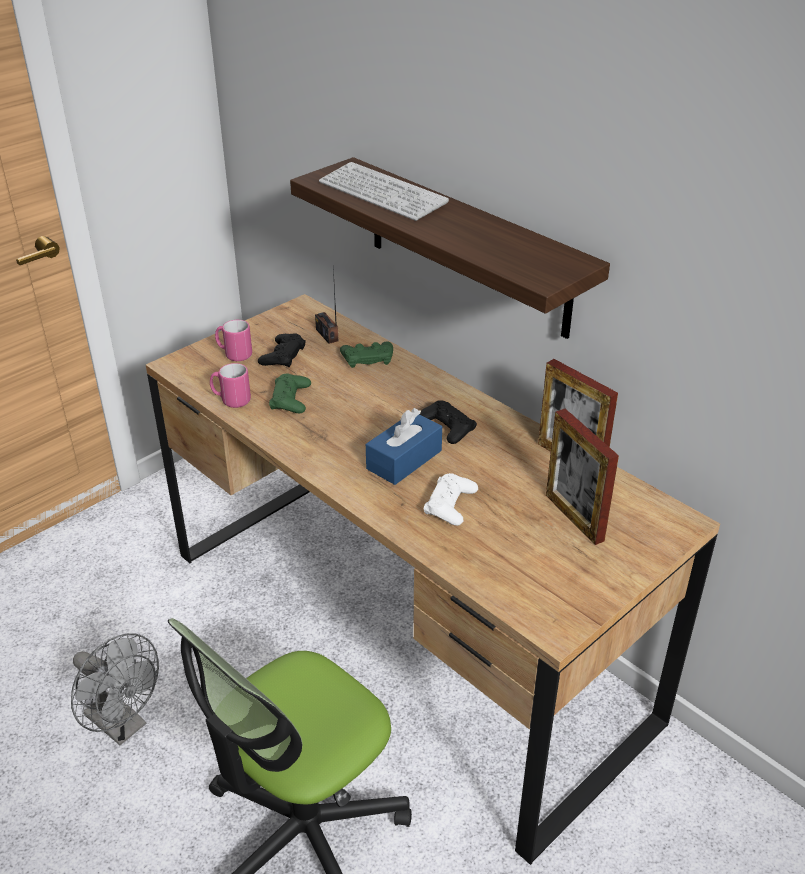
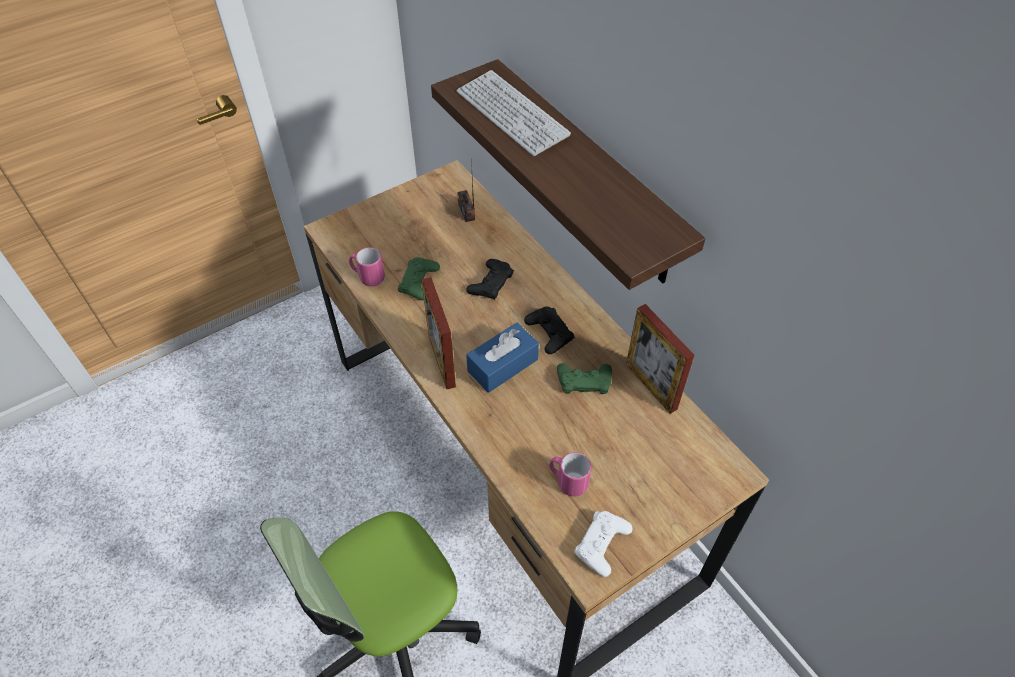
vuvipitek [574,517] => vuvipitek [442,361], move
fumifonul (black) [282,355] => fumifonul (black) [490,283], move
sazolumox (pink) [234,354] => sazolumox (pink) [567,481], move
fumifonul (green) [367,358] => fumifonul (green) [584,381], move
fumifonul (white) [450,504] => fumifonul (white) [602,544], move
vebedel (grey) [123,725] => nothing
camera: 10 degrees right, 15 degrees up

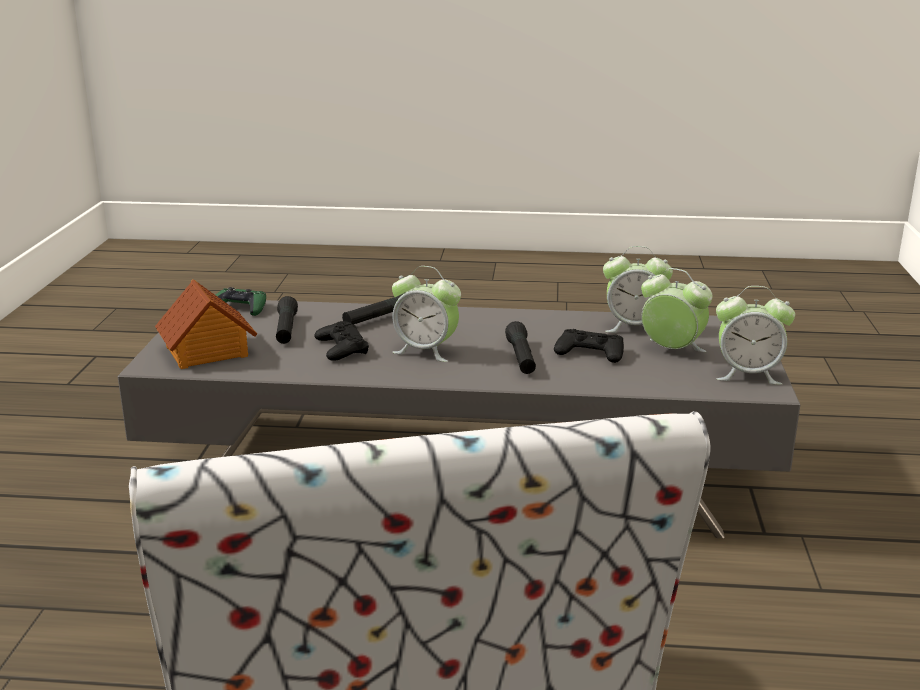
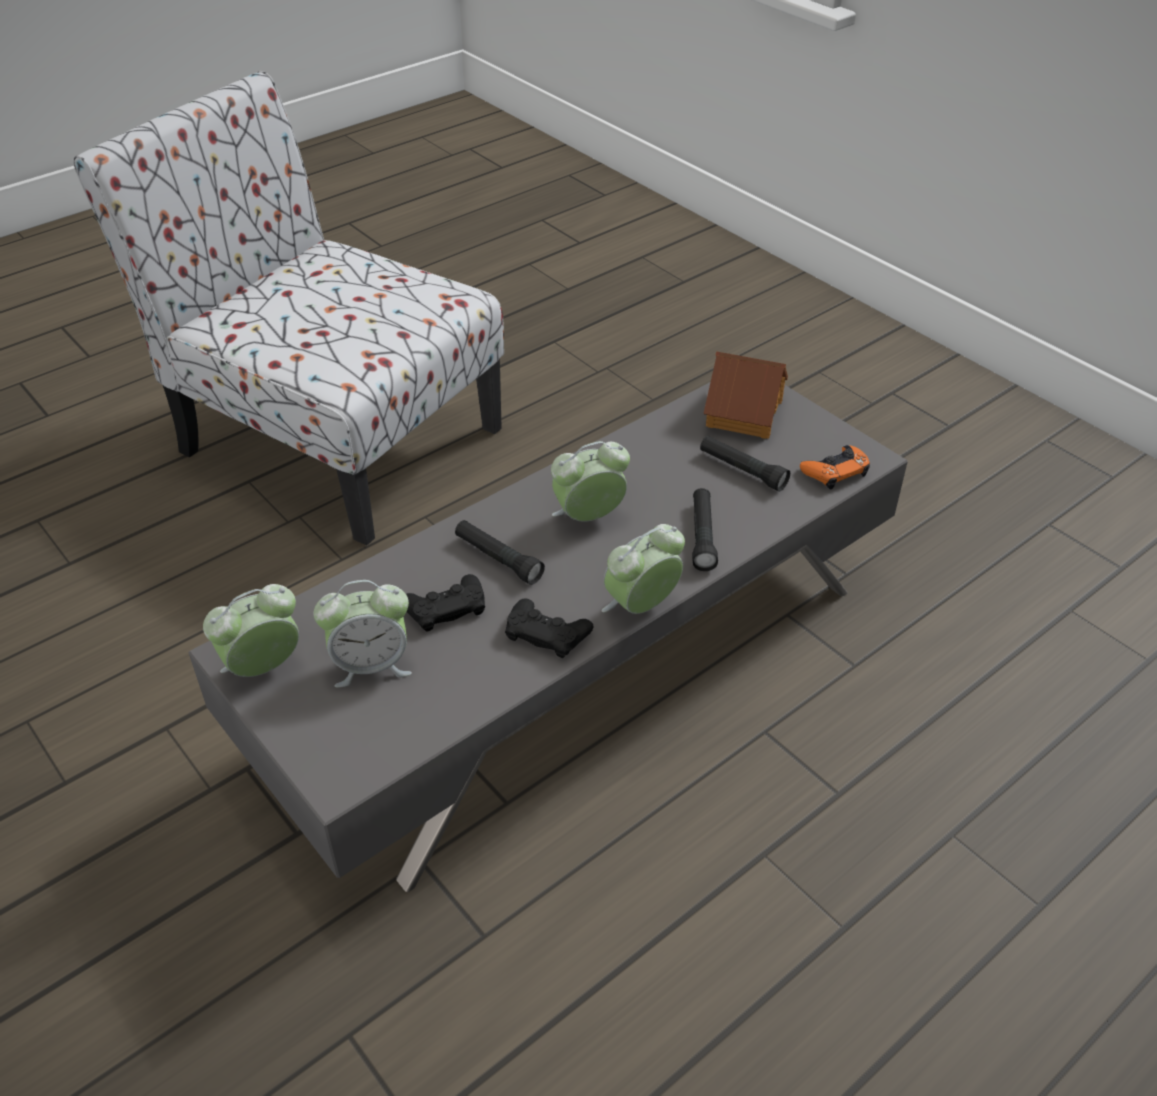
fumifonul (black) [341,348] => fumifonul (black) [547,633], move
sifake [633,327] => sifake [641,606], move
fumifonul (green) [240,308] => fumifonul (orange) [835,471]
camera: 135 degrees right, 20 degrees up

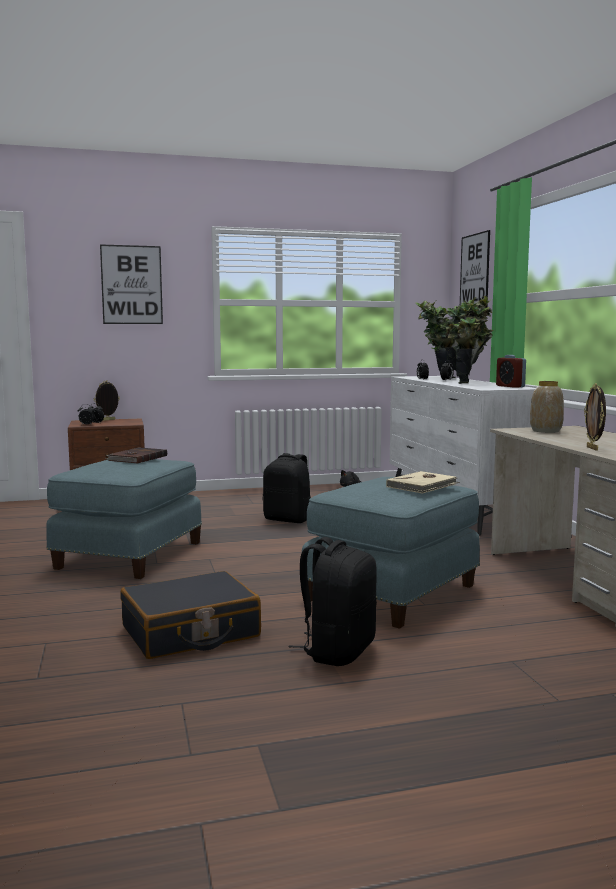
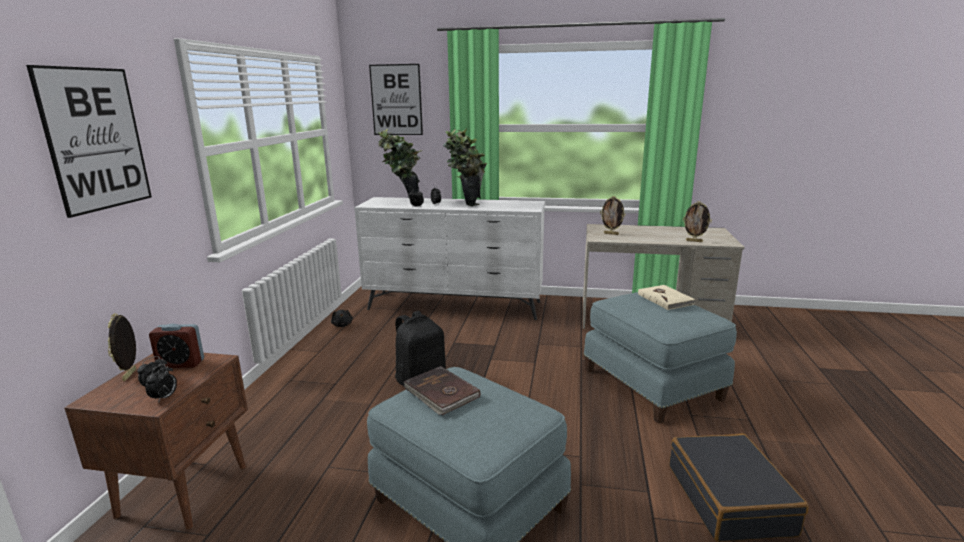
sifake [510,386] => sifake [181,363], move
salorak [546,431] => vuvipitek [611,234]
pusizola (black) [337,651] => nothing
camera: 65 degrees left, 10 degrees up

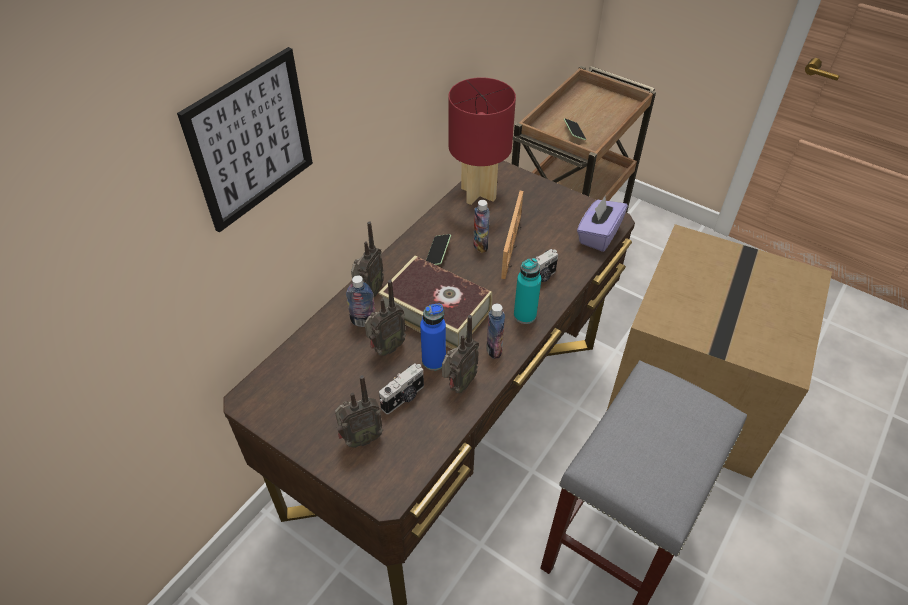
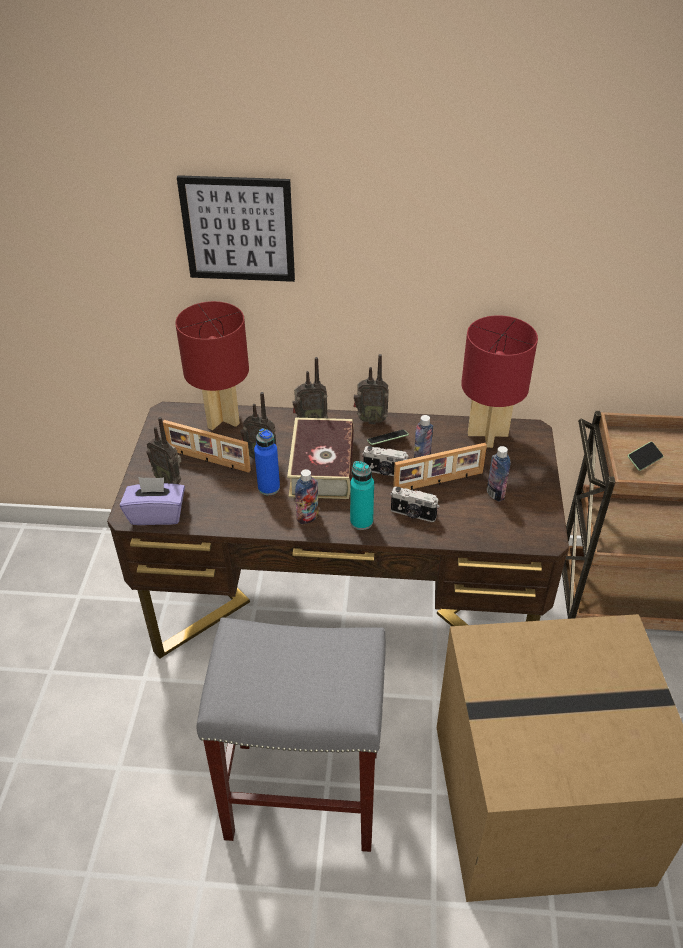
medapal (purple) [598,235] => medapal (purple) [157,514], move
nothing => vuvipitek [207,460]
nothing => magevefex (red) [222,418]
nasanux [458,384] => nasanux [370,419], move
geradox [404,398] => geradox [384,472], move
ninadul [363,321] => ninadul [495,494], move
camera: 60 degrees right, 5 degrees down

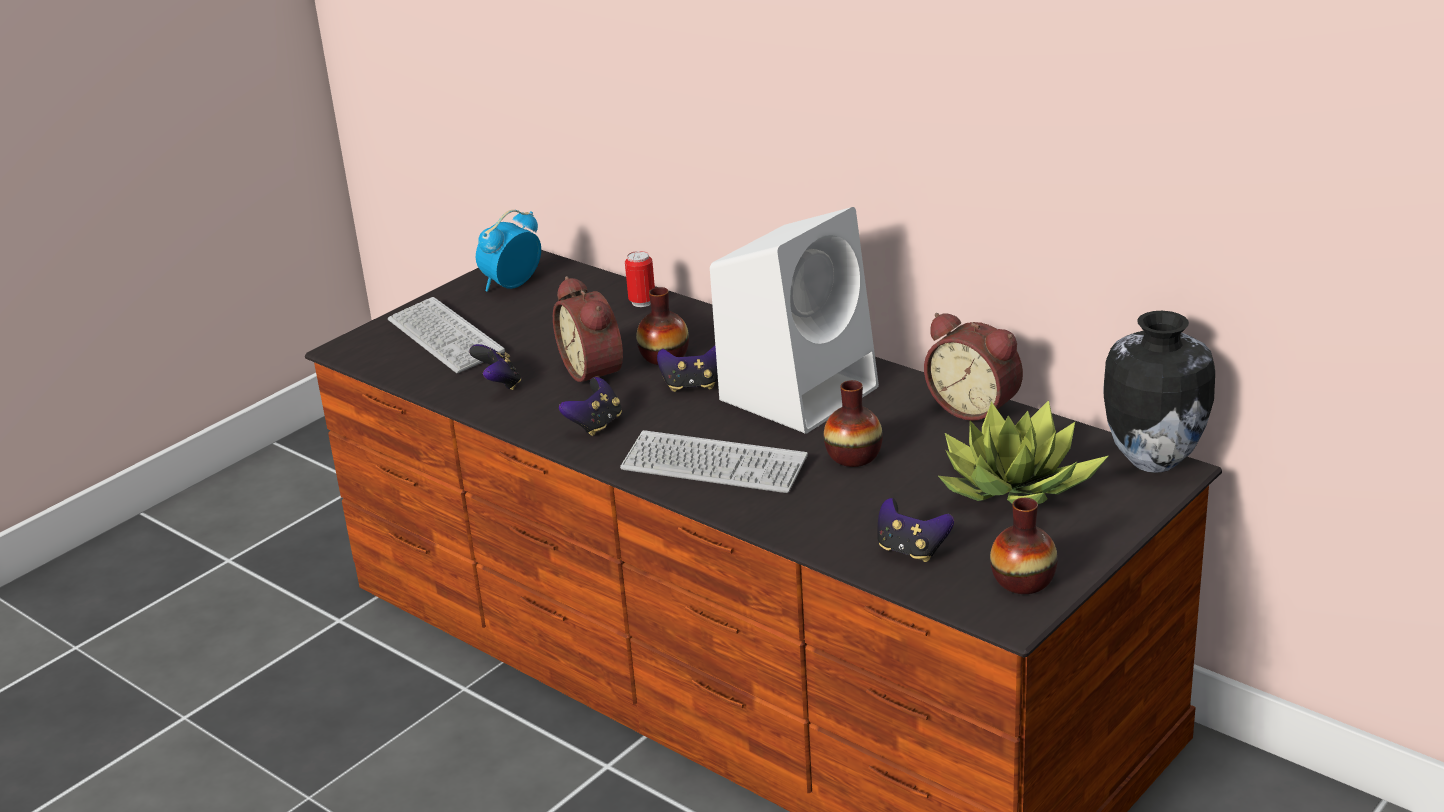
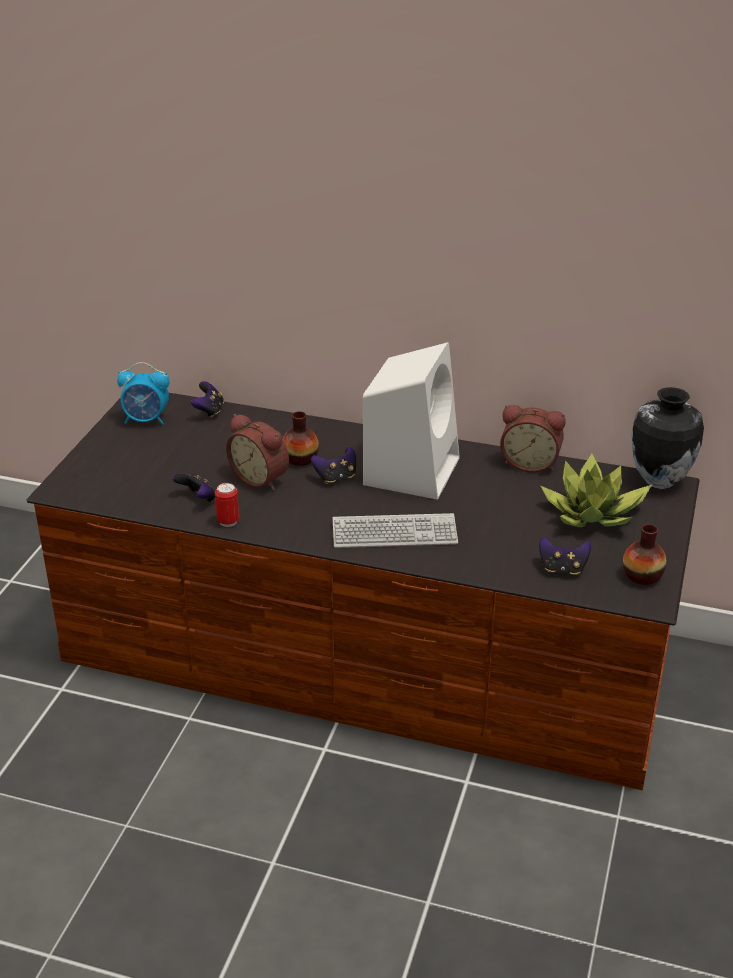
sifake [511,285] => sifake [146,420], 105 degrees counterclockwise
fumifonul [595,425] => fumifonul [209,411], move
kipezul [642,302] => kipezul [228,521], move
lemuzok [445,338] => nothing
salorak [853,456] => nothing
camera: 25 degrees left, 5 degrees up

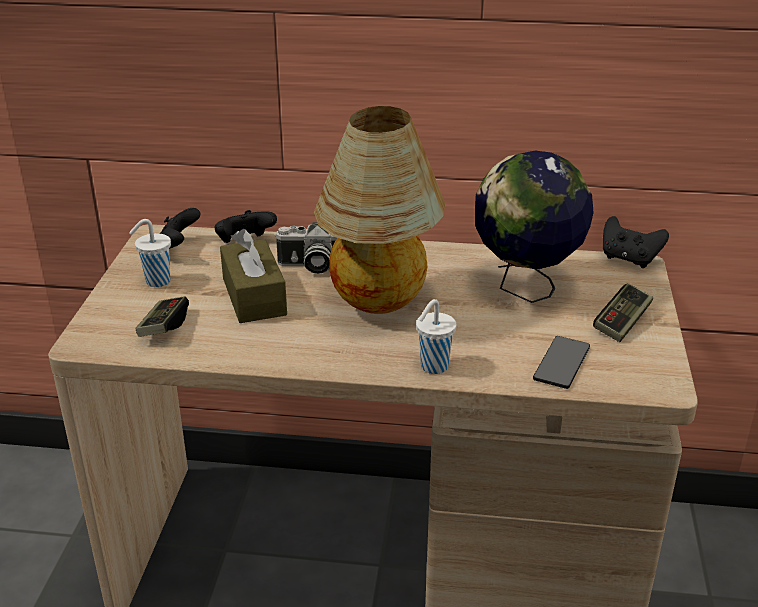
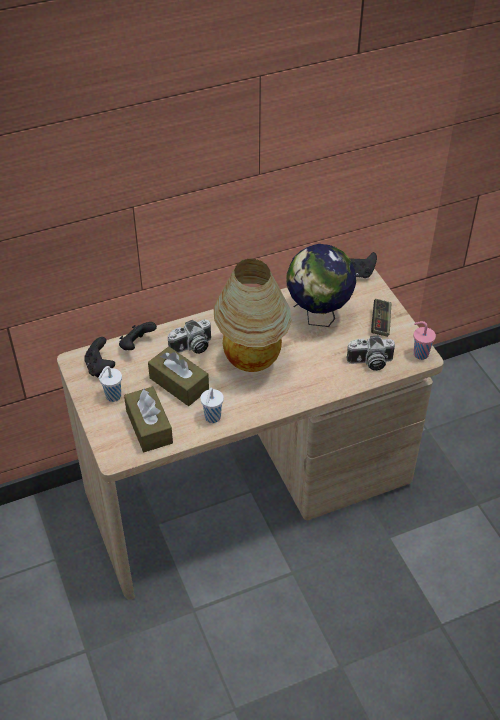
fumifonul [164,327] => medapal (brown) [149,427]
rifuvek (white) [433,367] => rifuvek (white) [212,418], move
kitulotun [561,363] => geradox [370,362]
nothing => rifuvek (pink) [420,354]
camera: 30 degrees left, 15 degrees up

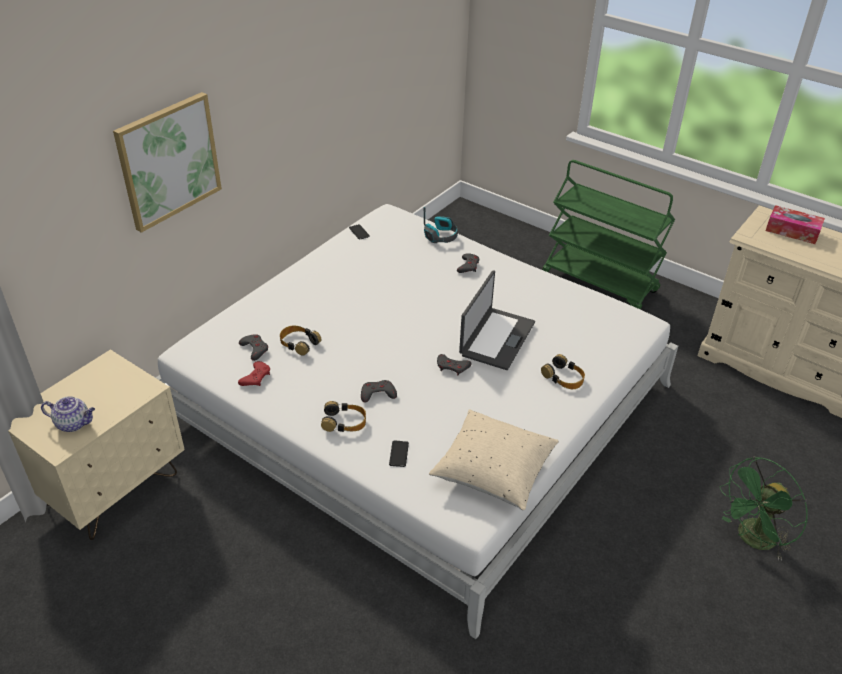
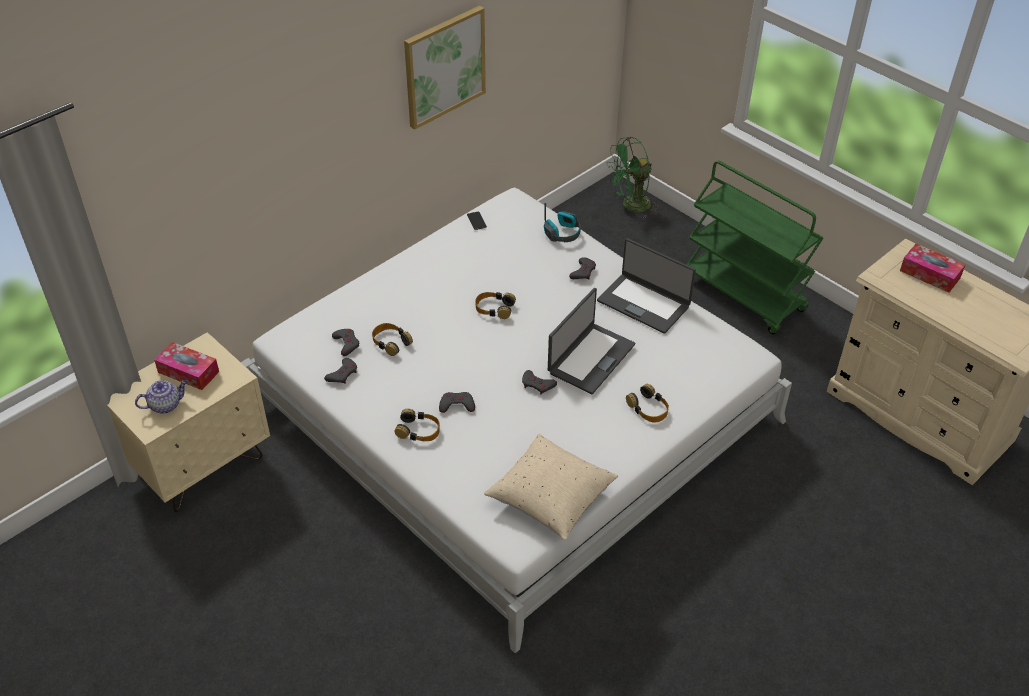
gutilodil [74,423] => gutilodil [166,405], 45 degrees counterclockwise
nothing => medapal [188,372]
fumifonul (red) [256,377] => fumifonul (grey) [342,374]
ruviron [168,161] => ruviron [444,66], move
nothing => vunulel [494,308]
nothing => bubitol [644,303]
vebedel (green) [752,540] => vebedel (green) [631,207], move
kitulotun [399,454] => nothing
camera: 10 degrees right, 5 degrees up

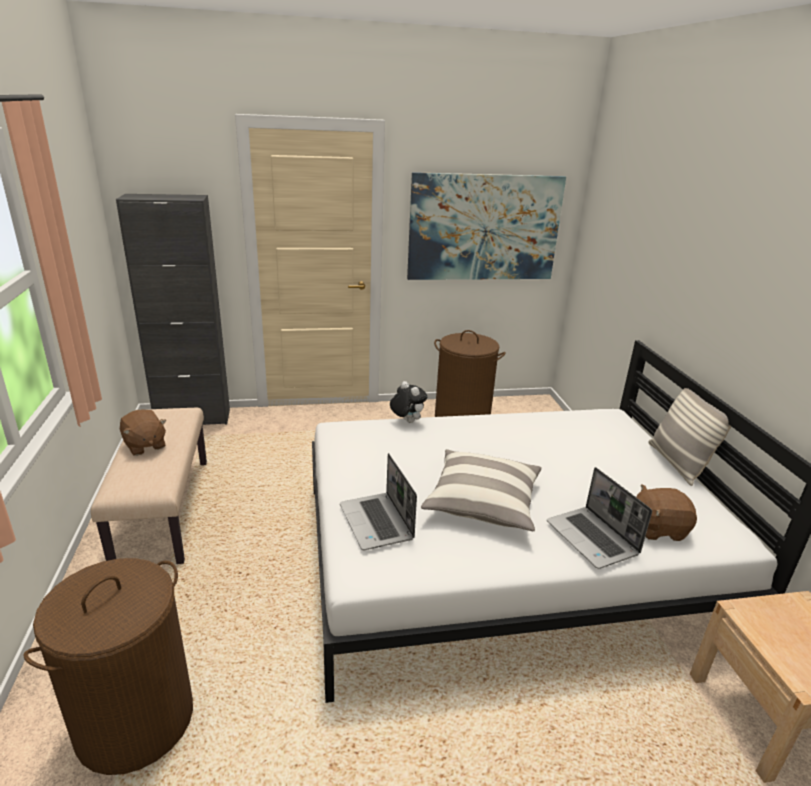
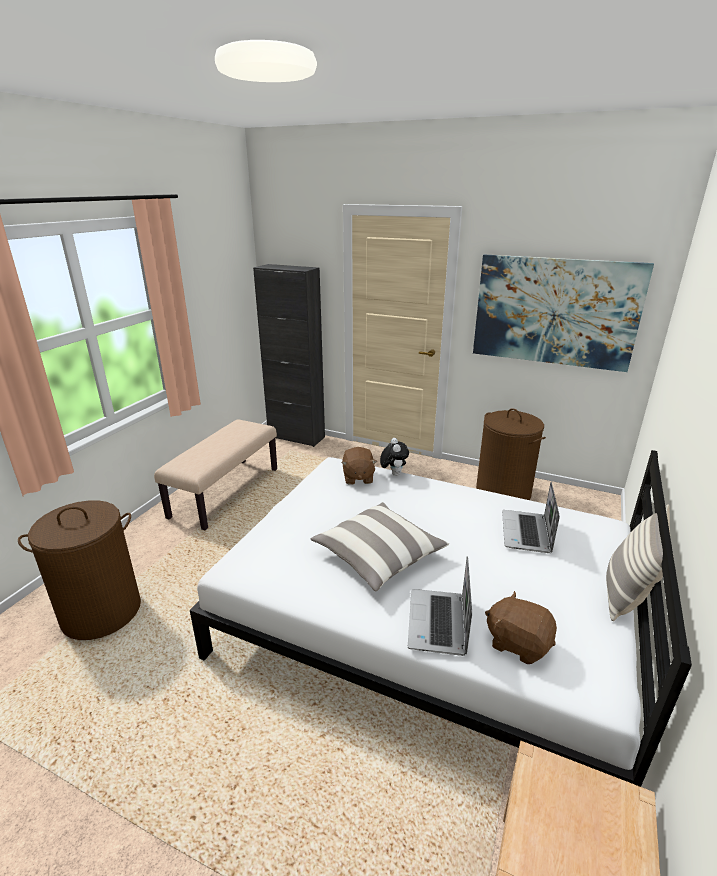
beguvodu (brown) [144,445] => beguvodu (brown) [358,477], move
bubitol [377,523] => bubitol [526,533], move
camera: 35 degrees right, 0 degrees up

